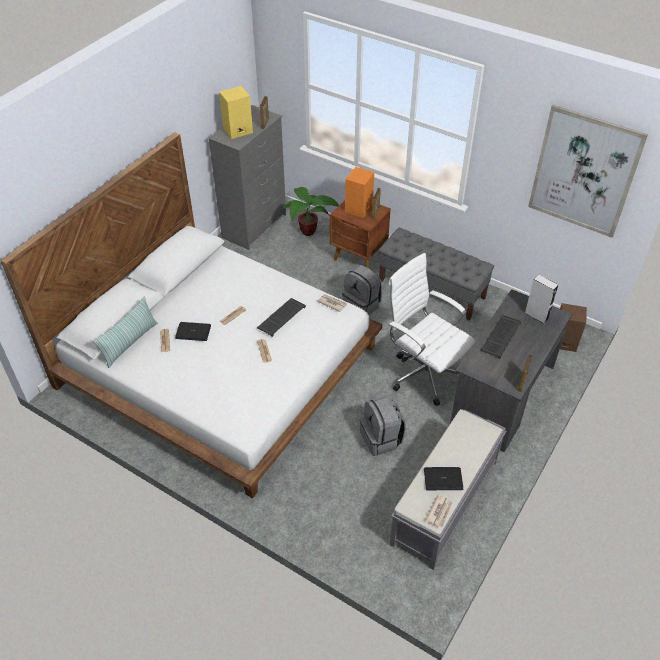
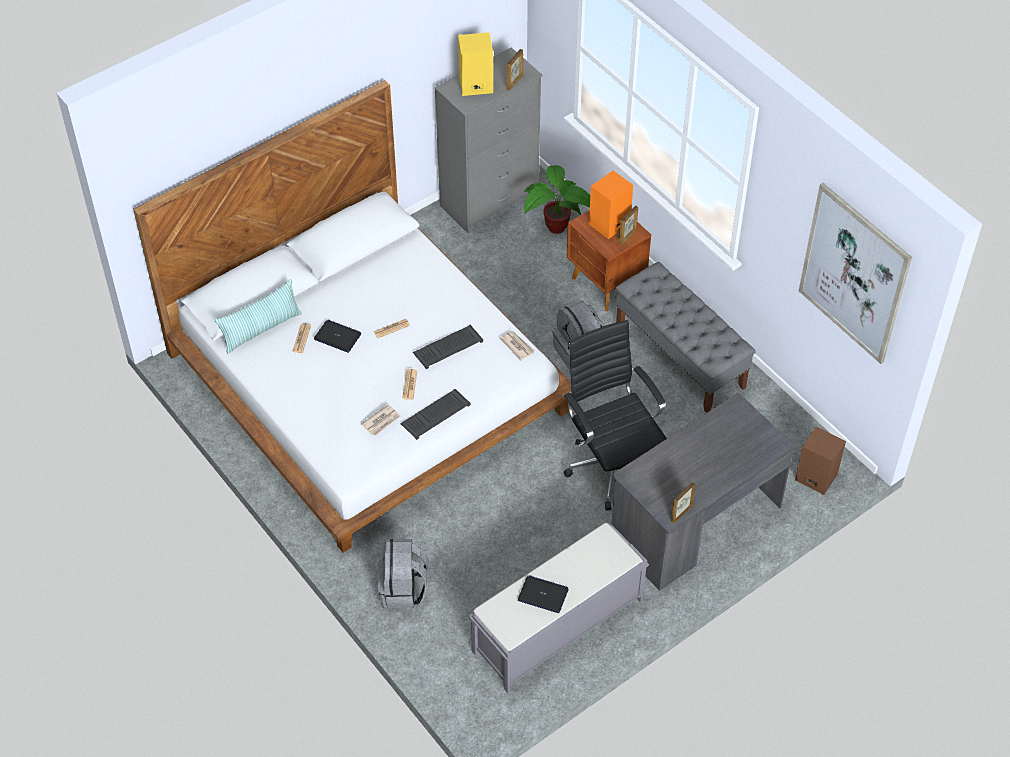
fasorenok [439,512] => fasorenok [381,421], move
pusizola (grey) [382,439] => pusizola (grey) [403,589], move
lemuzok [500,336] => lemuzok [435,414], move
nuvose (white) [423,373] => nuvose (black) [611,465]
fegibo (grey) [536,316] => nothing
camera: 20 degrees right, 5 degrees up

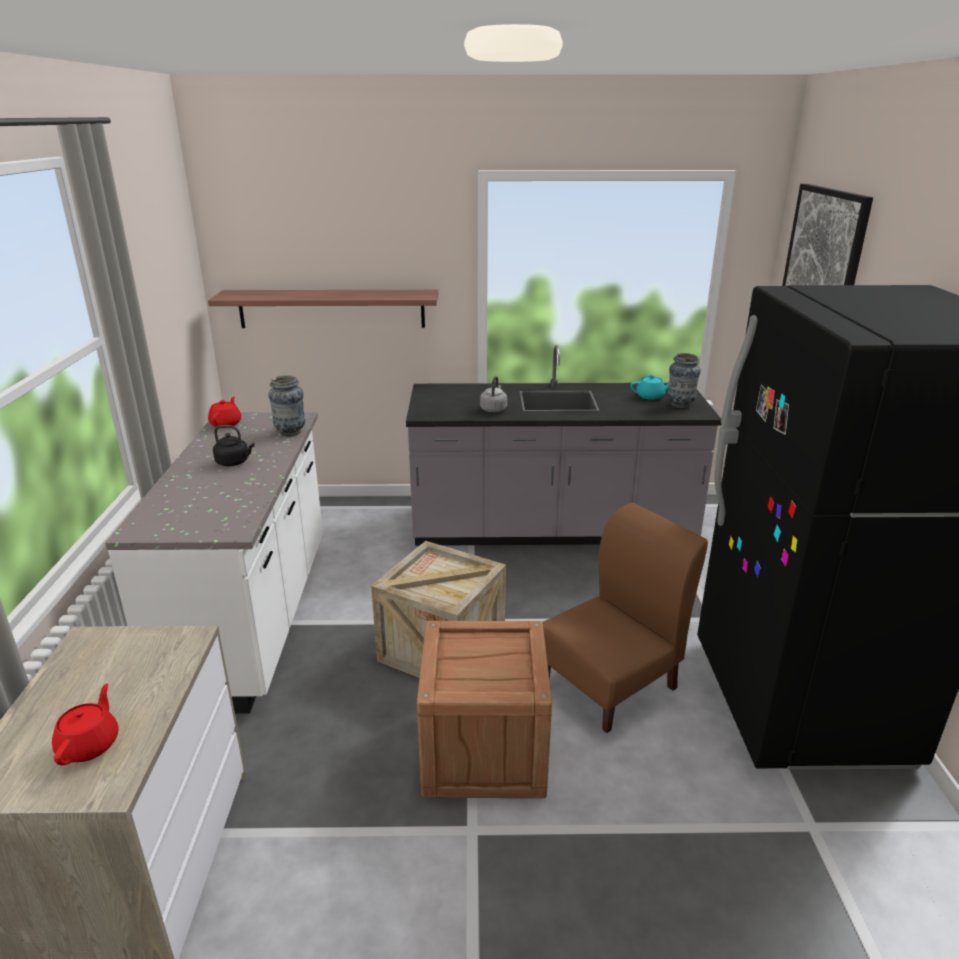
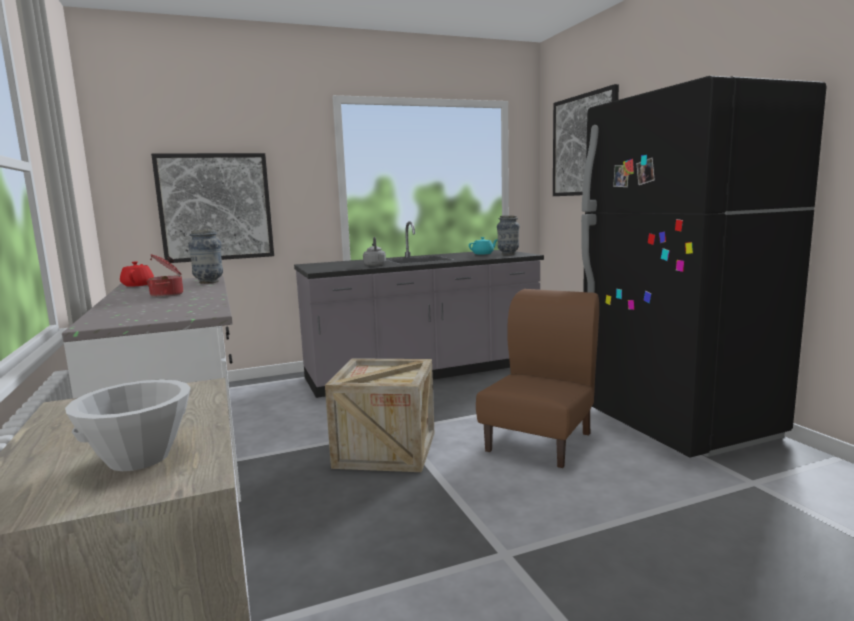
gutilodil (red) [90,744] => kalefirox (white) [138,458]
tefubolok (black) [234,462] => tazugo [168,294]
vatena [332,308] => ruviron [215,207]
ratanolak [484,750] => nothing
camera: 20 degrees left, 15 degrees down

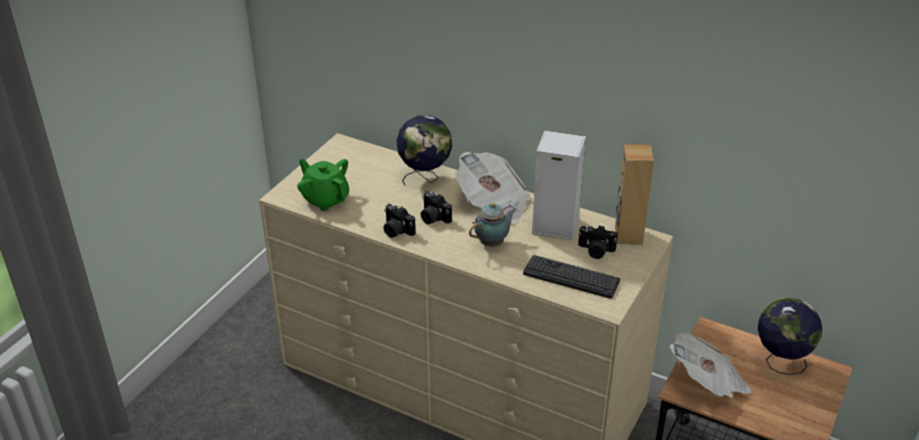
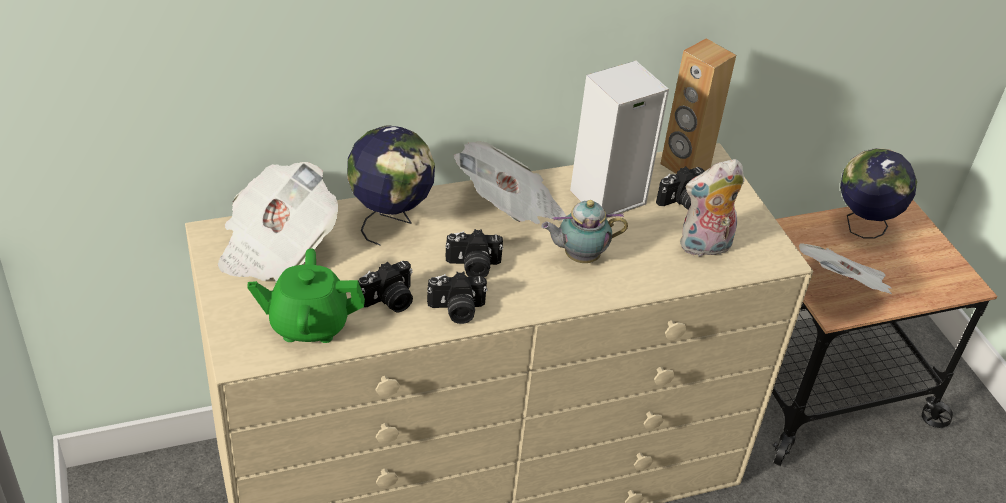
nothing => fasorenok [276,248]
nothing => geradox [389,301]
gutilodil [493,243] => gutilodil [578,257], 105 degrees counterclockwise
lemuzok [571,277] => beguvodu [704,247]
camera: 50 degrees left, 5 degrees up

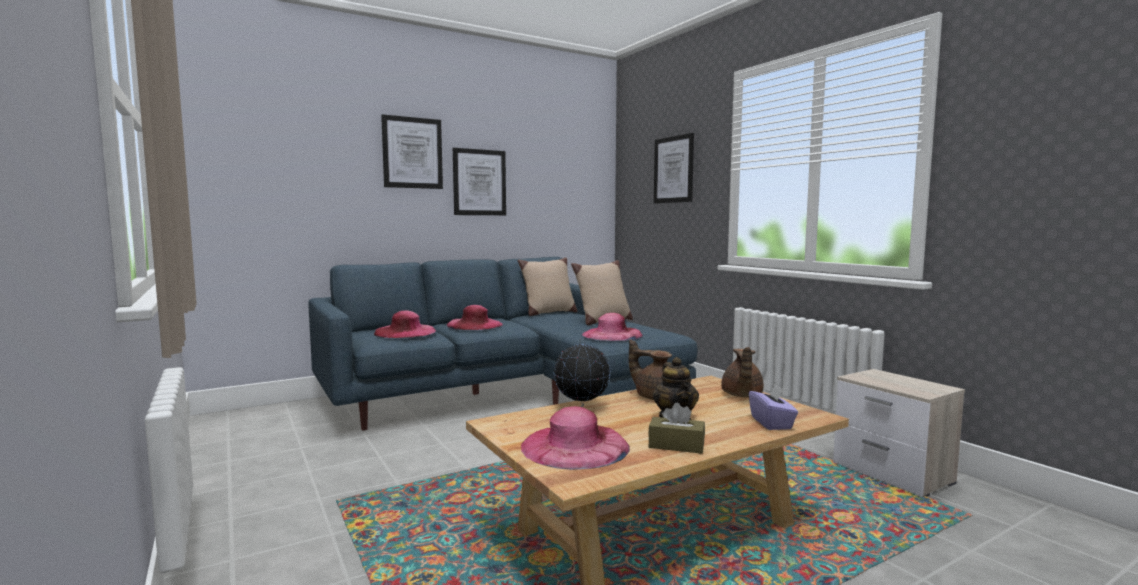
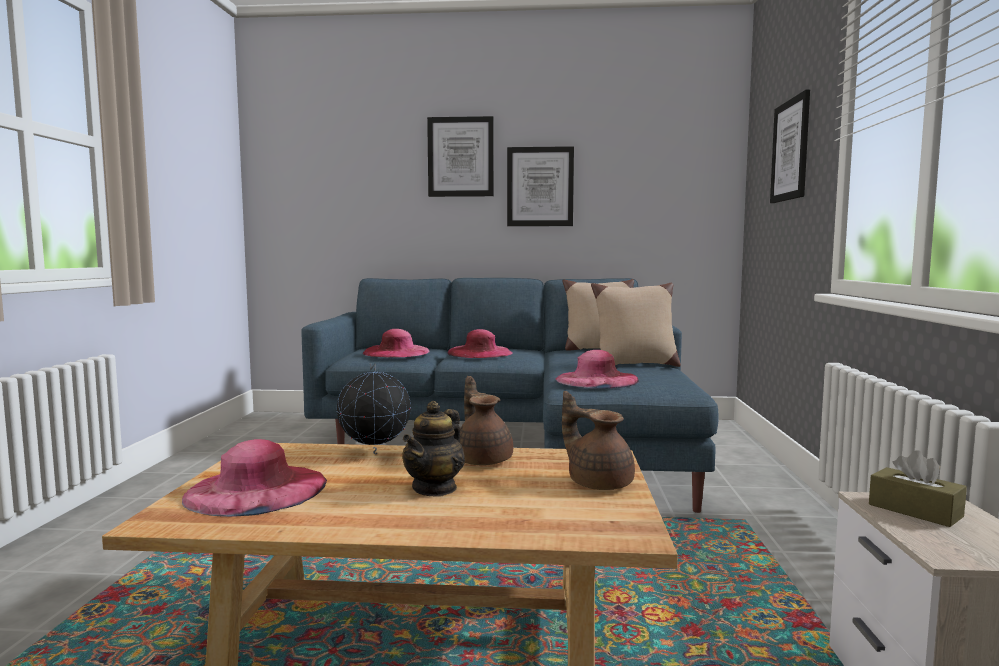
gutilodil (brown) [741,395] => gutilodil (brown) [598,482], 90 degrees clockwise
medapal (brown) [676,445] => medapal (brown) [915,510], move
medapal (purple) [771,423] => nothing
camera: 35 degrees right, 0 degrees up

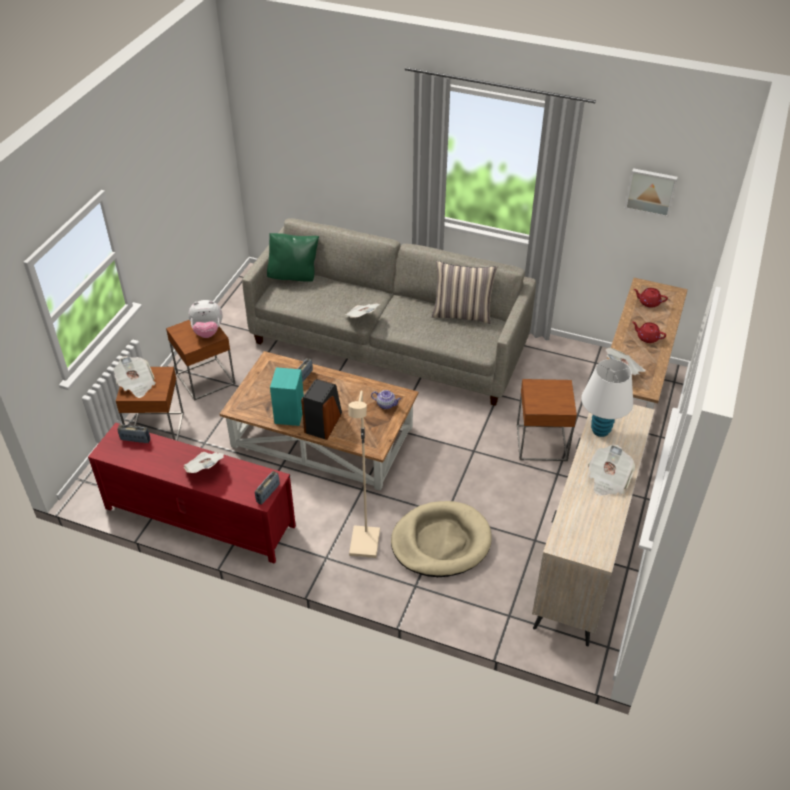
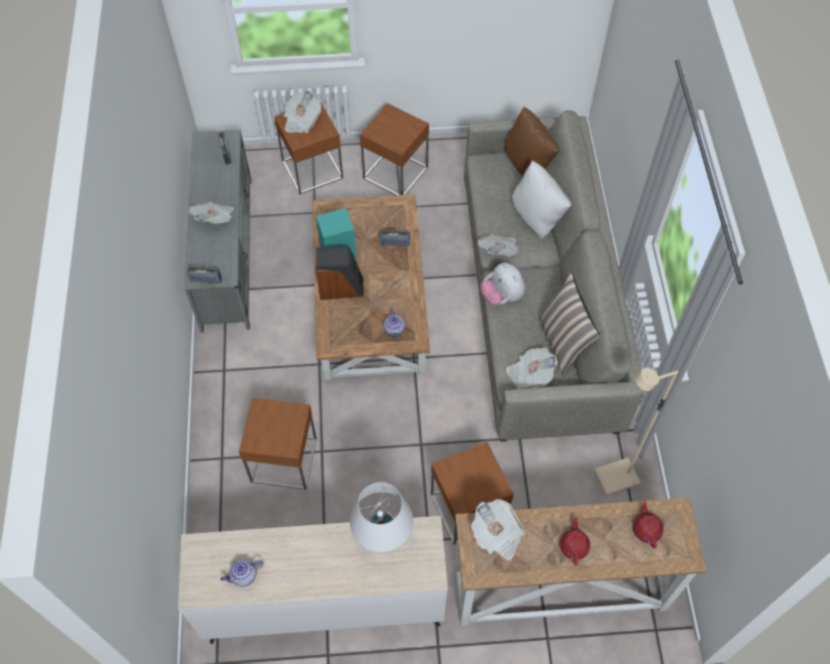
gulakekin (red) [199,517] => gulakekin (grey) [227,251]
nothing => gutilodil [244,576]
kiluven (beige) [441,542] => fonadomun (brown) [284,460]
beguvodu [207,332] => beguvodu [501,296], move
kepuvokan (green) [294,277] => kepuvokan (brown) [528,165]
fasorenok [608,480] => fasorenok [529,374], move
nothing => kepuvokan (white) [537,218]
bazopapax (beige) [365,543] => bazopapax (beige) [616,478], move
ruviron [651,191] => nothing
camera: 65 degrees right, 15 degrees up

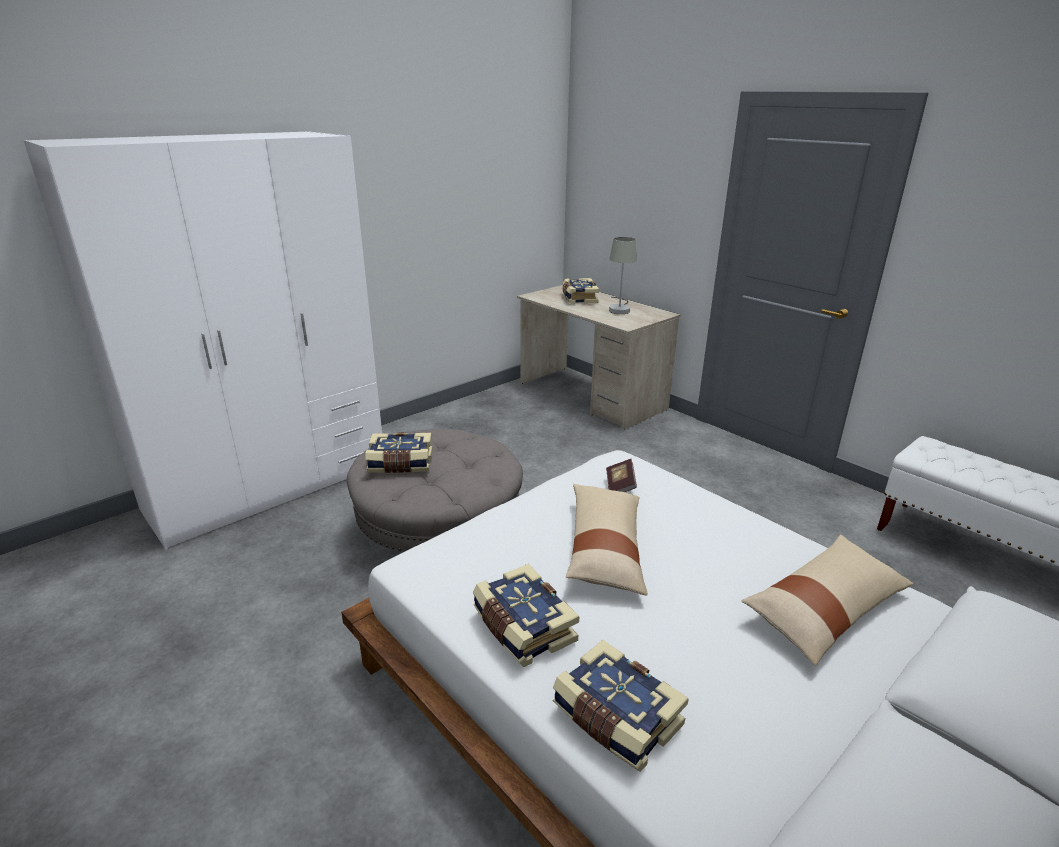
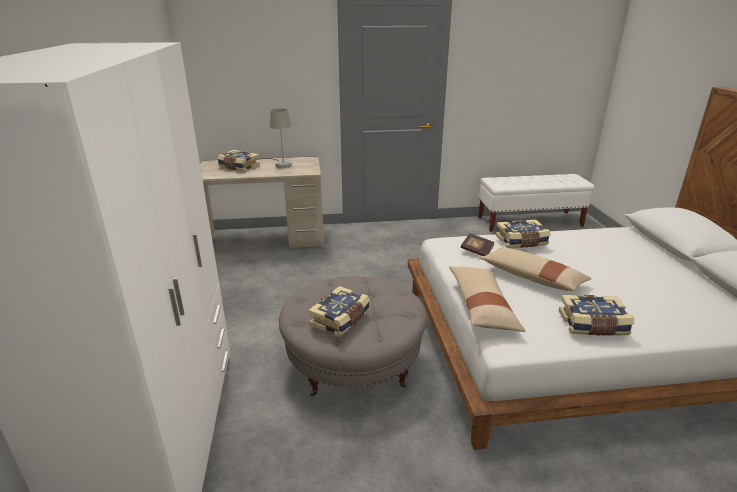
kepuvokan (beige) [825,609] => kepuvokan (beige) [482,307], move
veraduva [615,719] => veraduva [521,242], move
camera: 55 degrees left, 0 degrees up

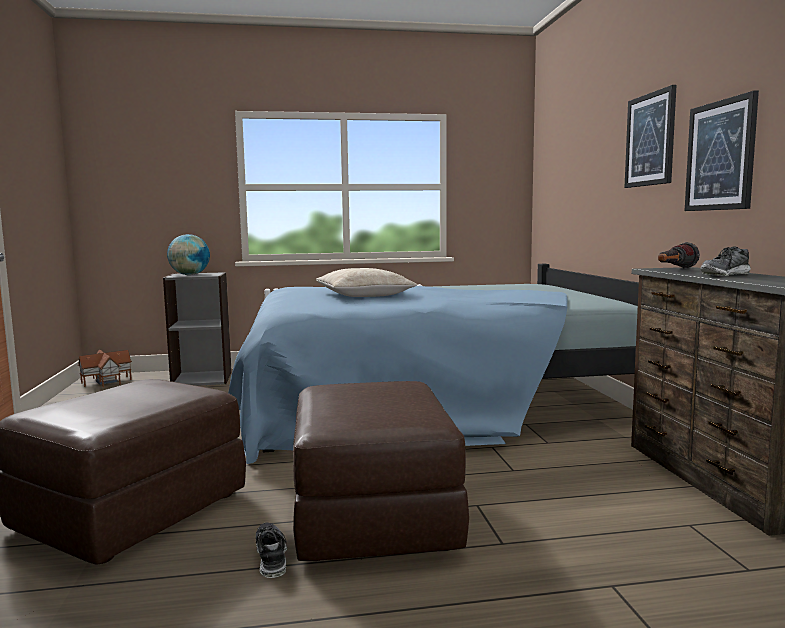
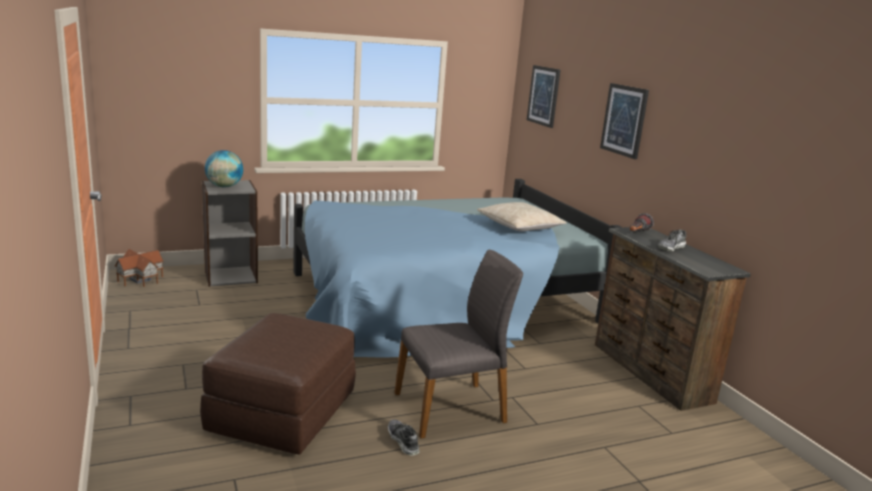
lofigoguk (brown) [375,515] => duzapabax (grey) [451,408]
kepuvokan (beige) [364,295] => kepuvokan (beige) [519,226], move
ruviron [720,156] => ruviron [544,96], move
camera: 15 degrees left, 10 degrees up

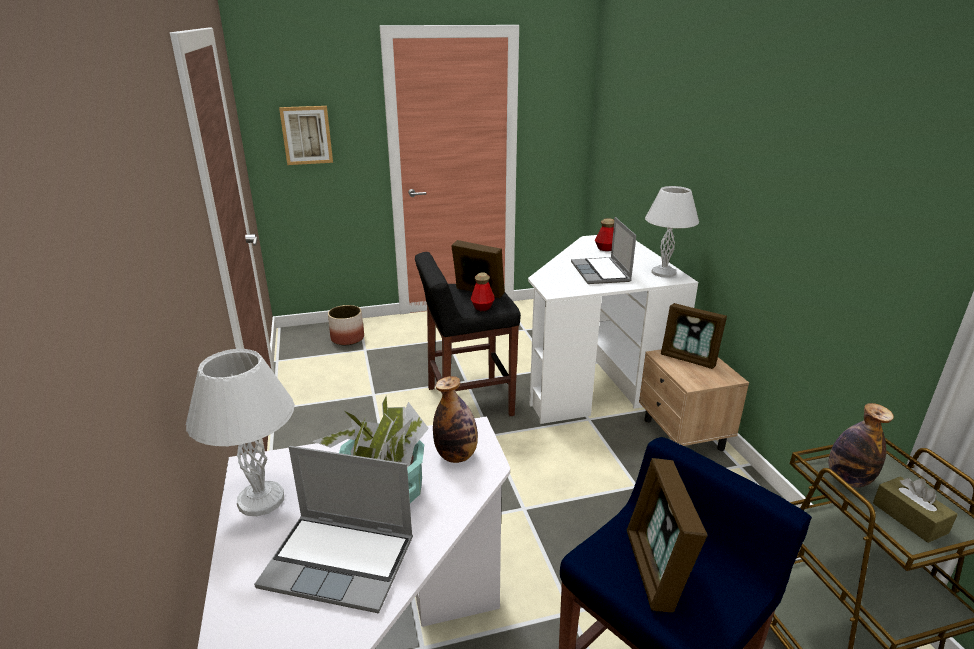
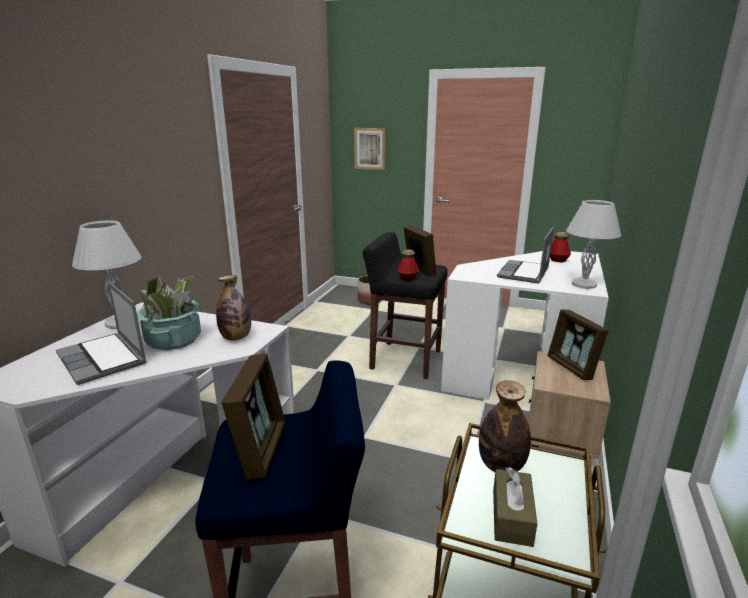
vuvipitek [656,570] => vuvipitek [261,450], 150 degrees clockwise
camera: 35 degrees right, 5 degrees down

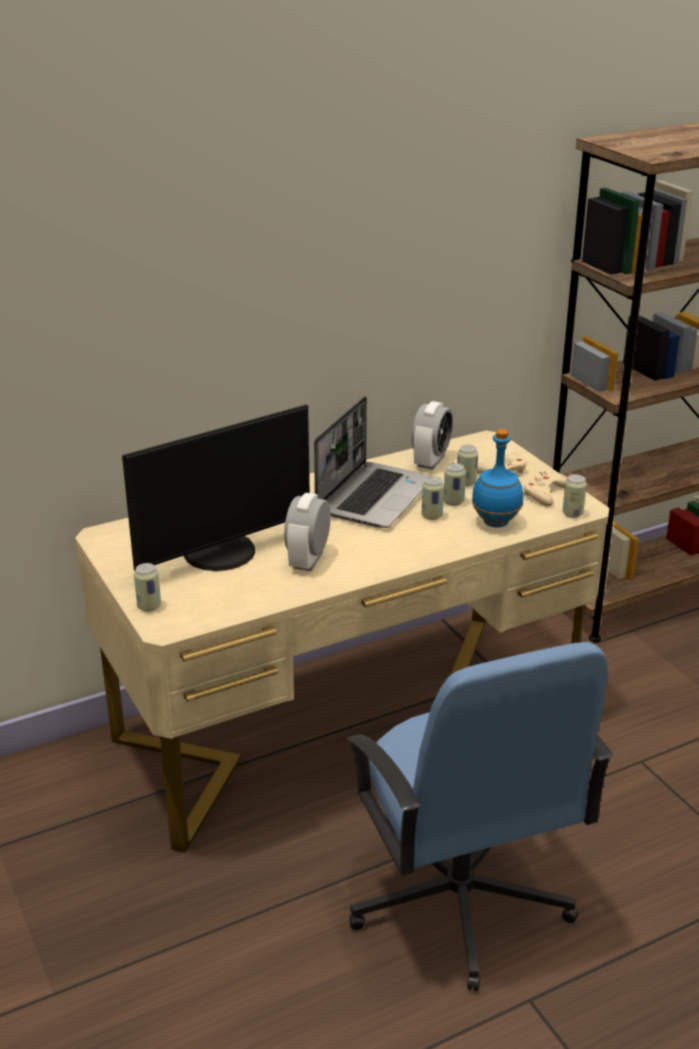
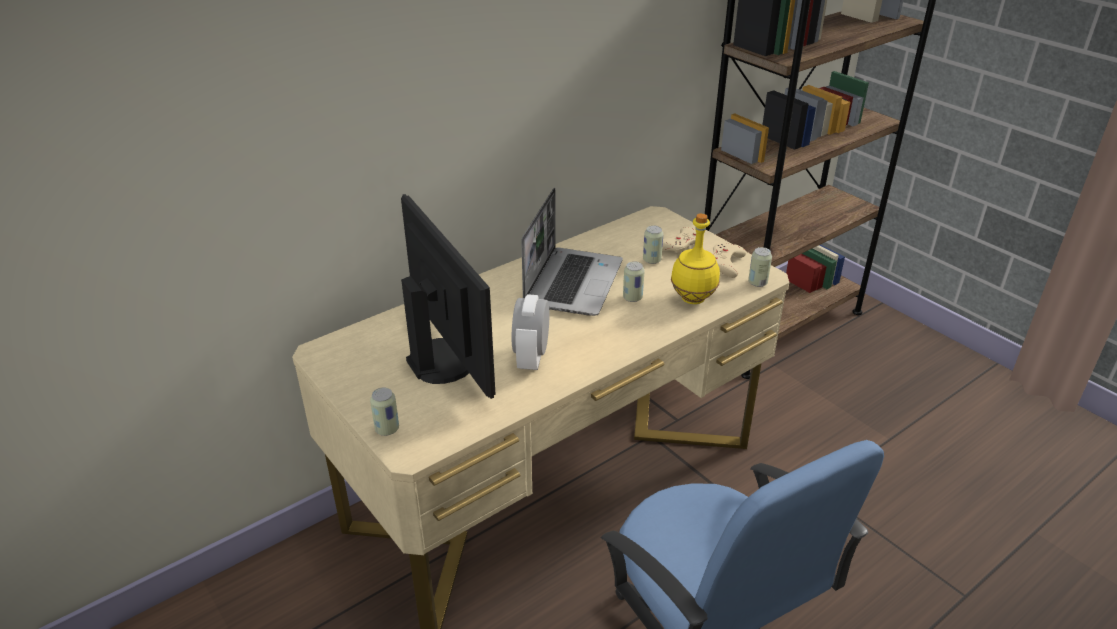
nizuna [221,554] => nizuna [445,360], 75 degrees counterclockwise
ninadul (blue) [495,522] => ninadul (yellow) [692,299]
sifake [431,461] => nothing
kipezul [453,502] => nothing
camera: 10 degrees left, 5 degrees up

